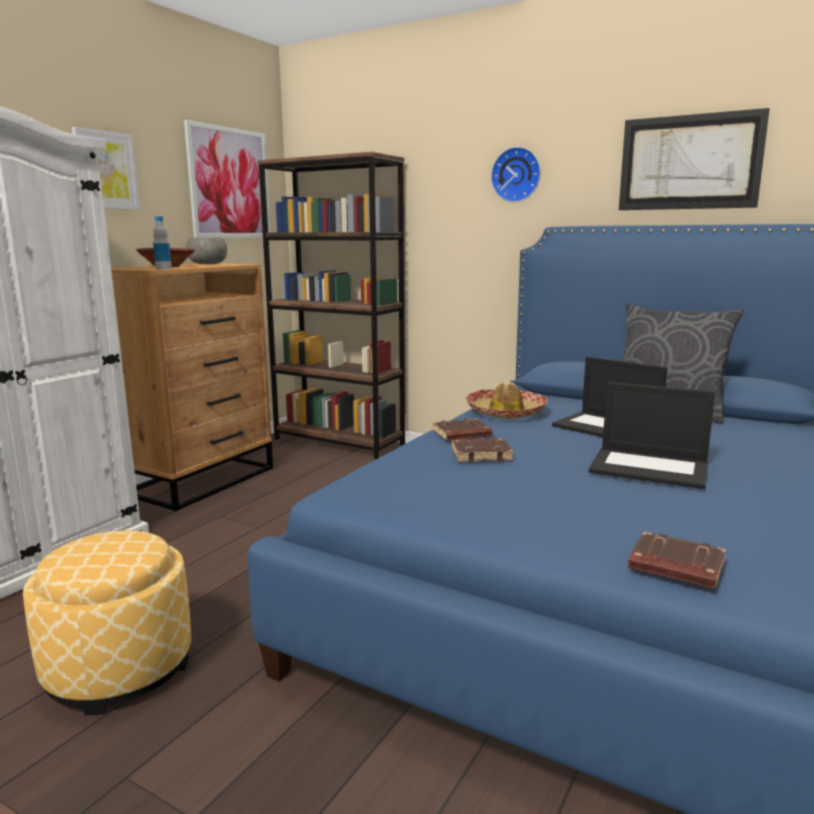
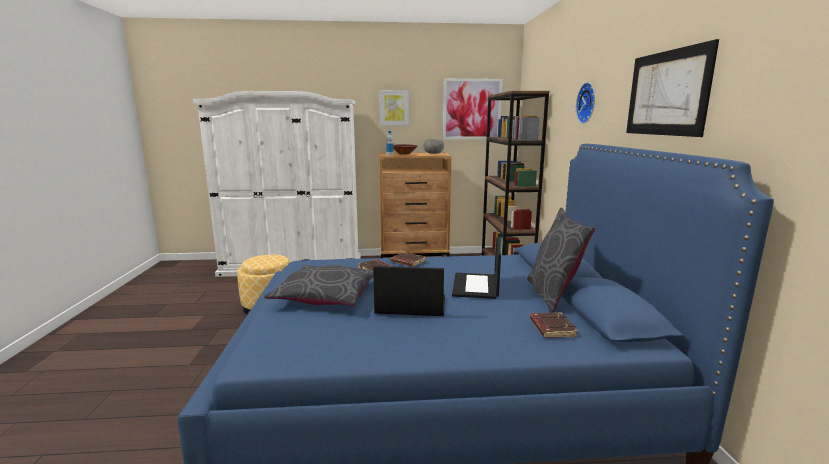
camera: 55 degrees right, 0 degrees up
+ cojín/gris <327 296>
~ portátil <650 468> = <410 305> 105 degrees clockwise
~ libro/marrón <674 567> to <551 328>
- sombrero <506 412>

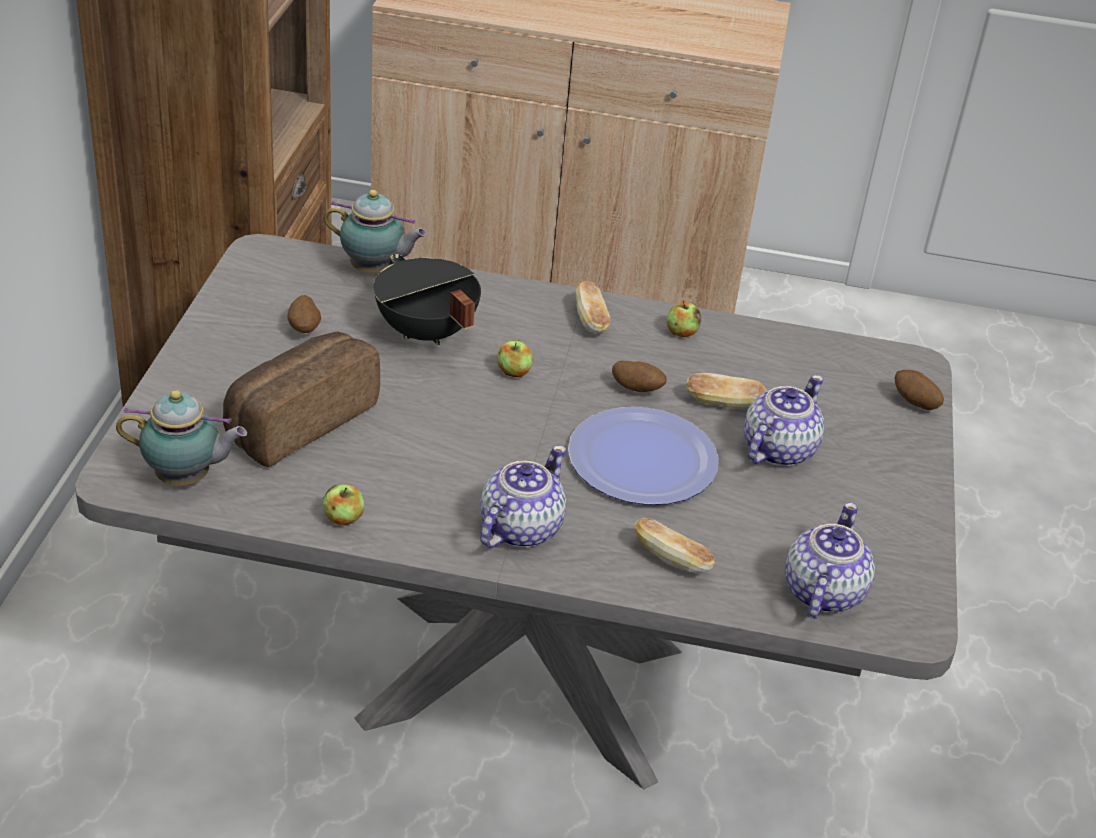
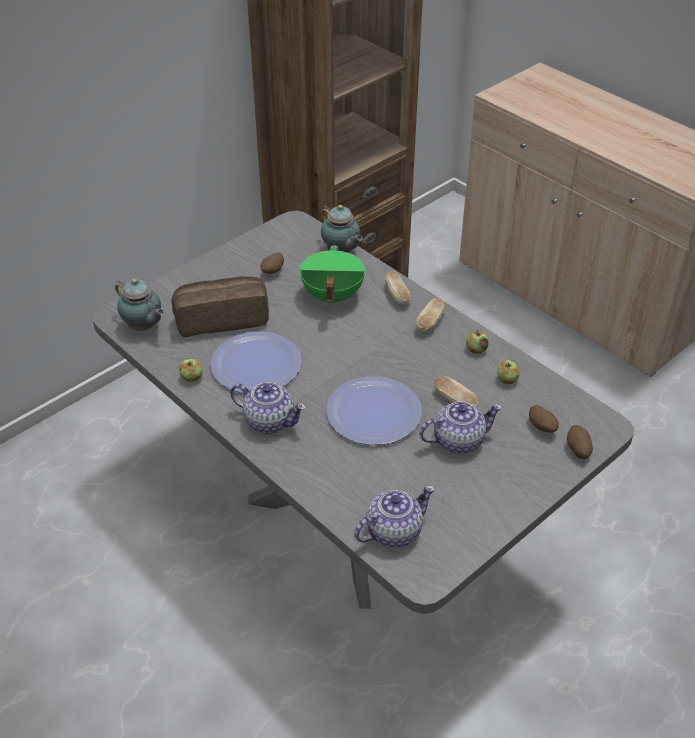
camera: 40 degrees right, 5 degrees up
+ plato <256 364>
~ tetera <519 528> = <269 420> 45 degrees clockwise
~ olla/negro <424 332> to olla/verde <331 296>
~ pan <671 559> to <397 295>
~ manzana <513 372> to <507 379>
~ patata <637 390> to <542 427>

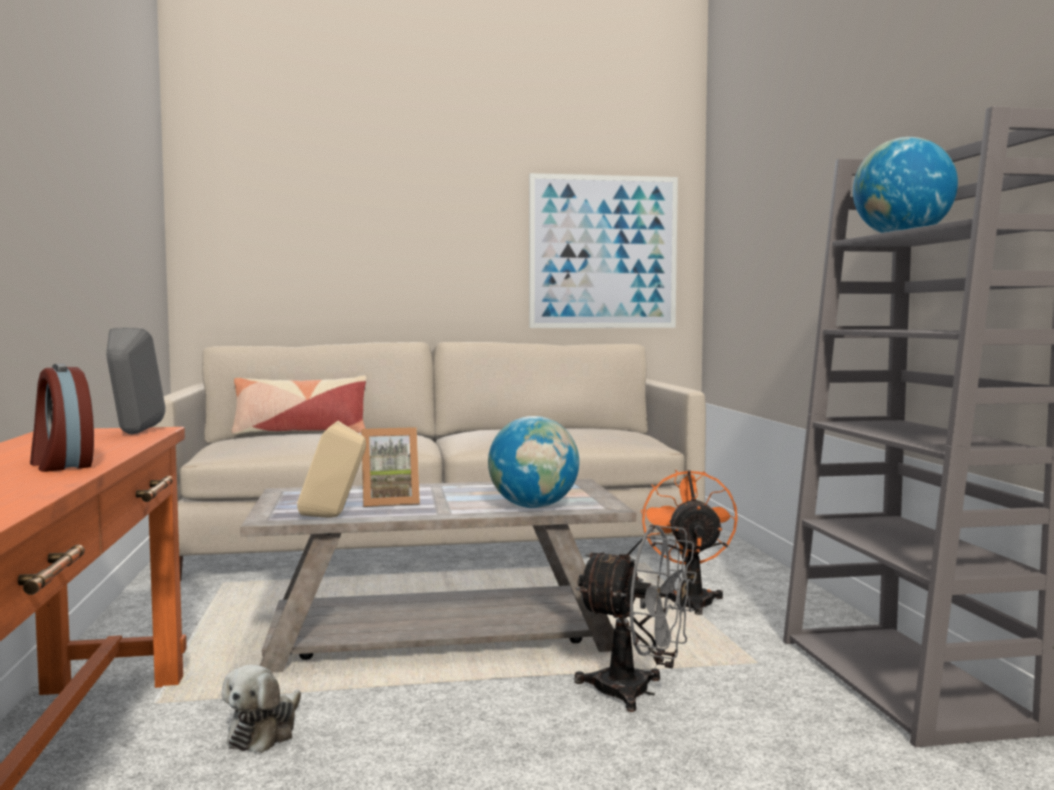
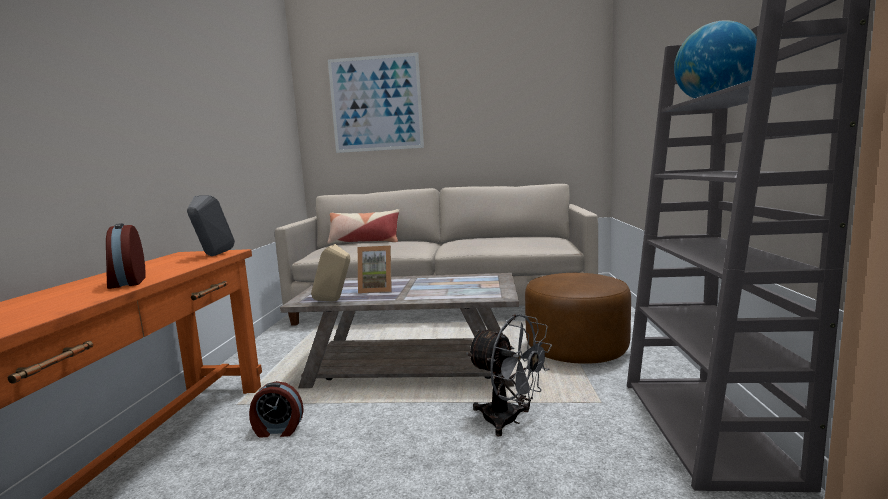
camera: 15 degrees right, 5 degrees up
~ peluche <264 732> to despertador <278 430>
~ cuadro <603 252> to <376 104>
~ ventilador/naranja <690 599> to puf/marrón <576 348>
- globo terráqueo <533 507>

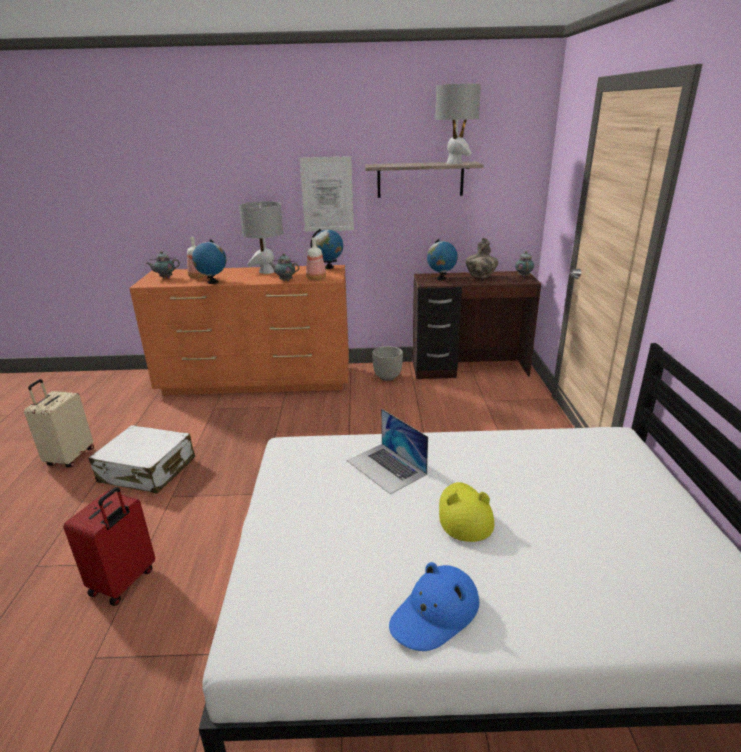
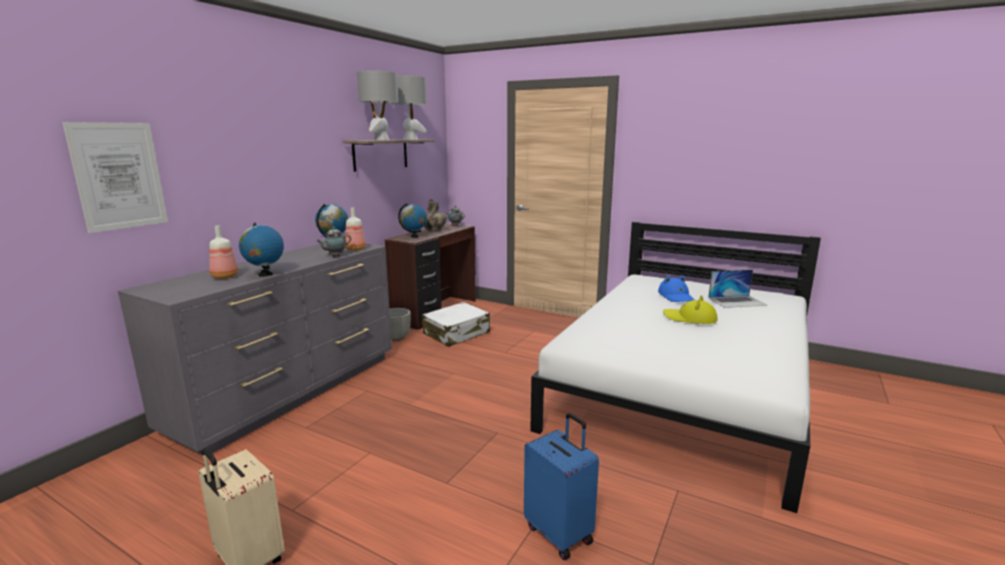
camera: 60 degrees left, 10 degrees down
~ cuadro <327 194> to <119 176>
~ cómoda/naranja <257 381> to cómoda/gris <291 391>
~ lámpara de mesa/gris <267 271> to <381 139>
~ maleta/blanco <147 470> to <457 333>
~ maleta/rojo <124 582> to maleta/azul <560 533>
~ sombrero/azul <435 614> to <676 296>
~ portátil <386 467> to <737 301>
- tetera <165 278>

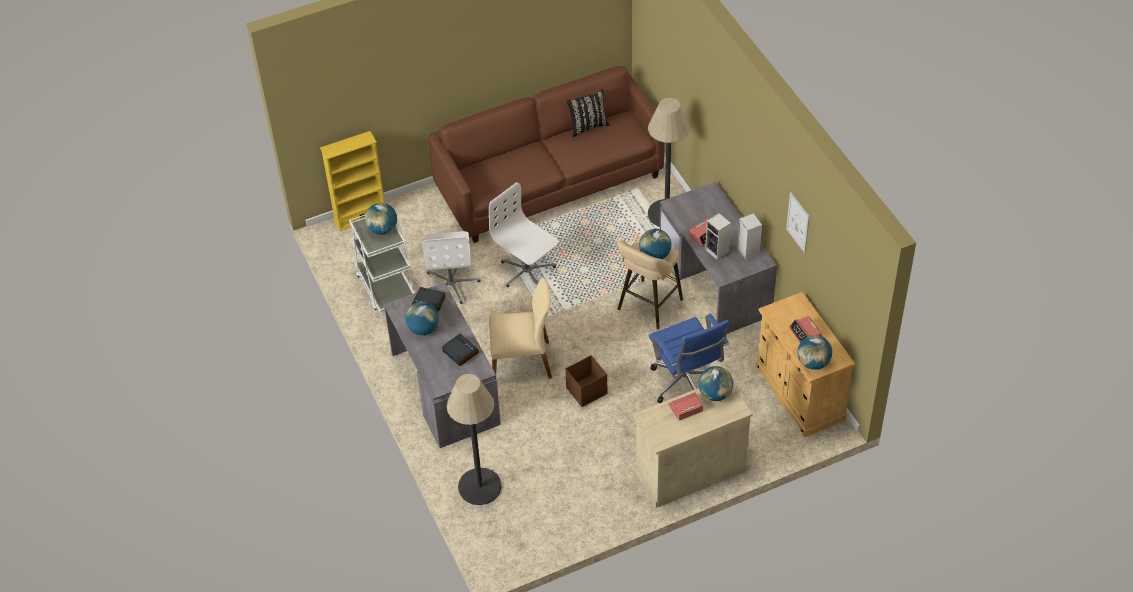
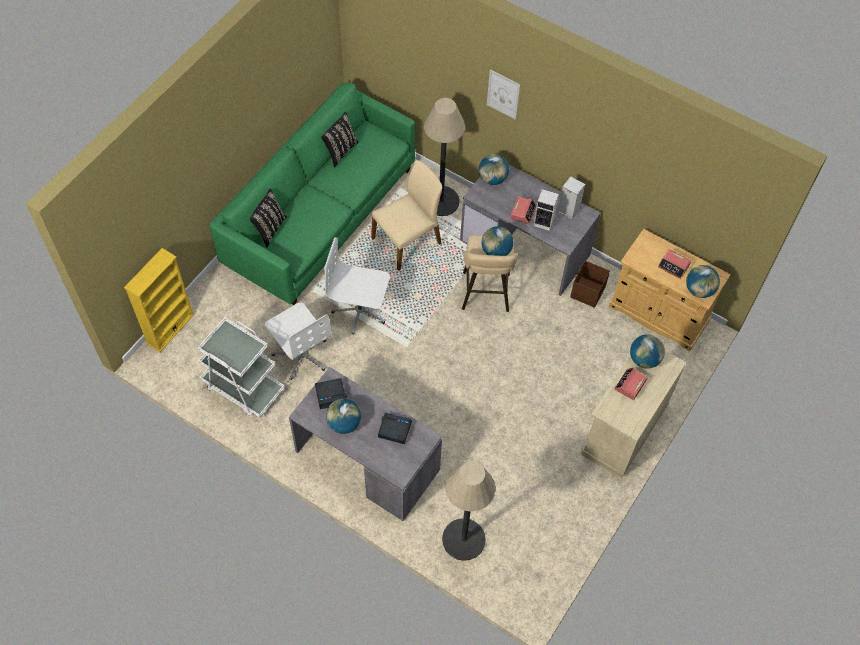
camera: 35 degrees left, 10 degrees up
~ sofá/marrón <549 182> to sofá/verde <320 216>
+ cojín/negro <269 229>
~ silla/beis <522 361> to <407 241>
~ globo terráqueo <382 229> to <493 179>
~ cuadro <798 222> to <503 94>
~ caja de almacenaje/marrón <586 391> to <587 292>
- silla de oficina/azul <686 385>

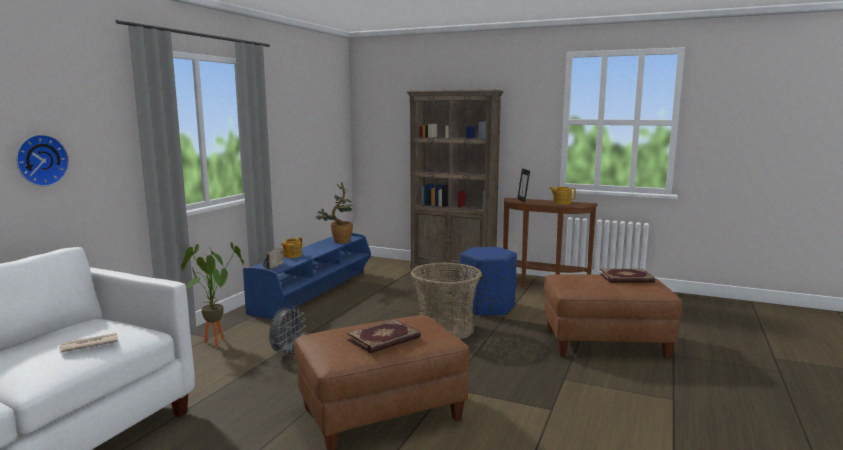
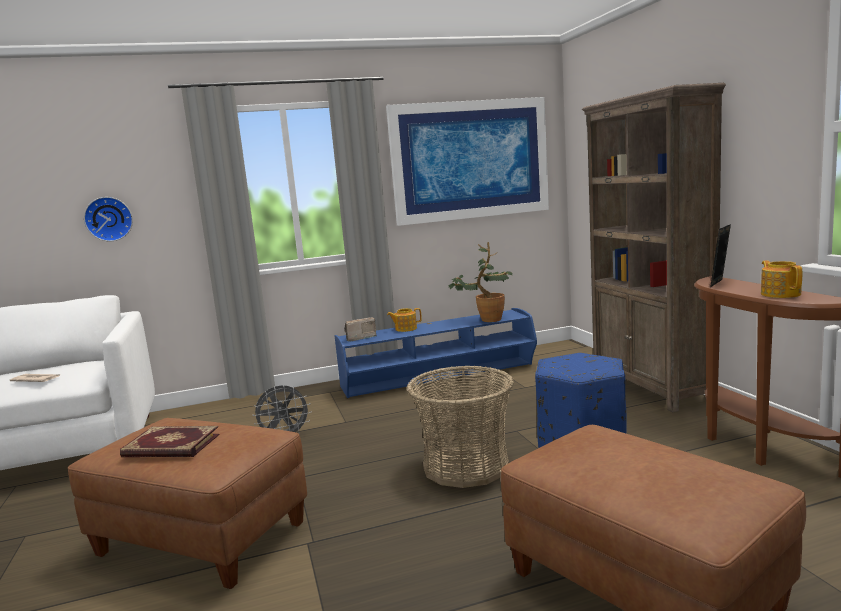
camera: 50 degrees right, 0 degrees up
+ cuadro <470 160>
- planta en maceta <215 340>
- libro <626 278>

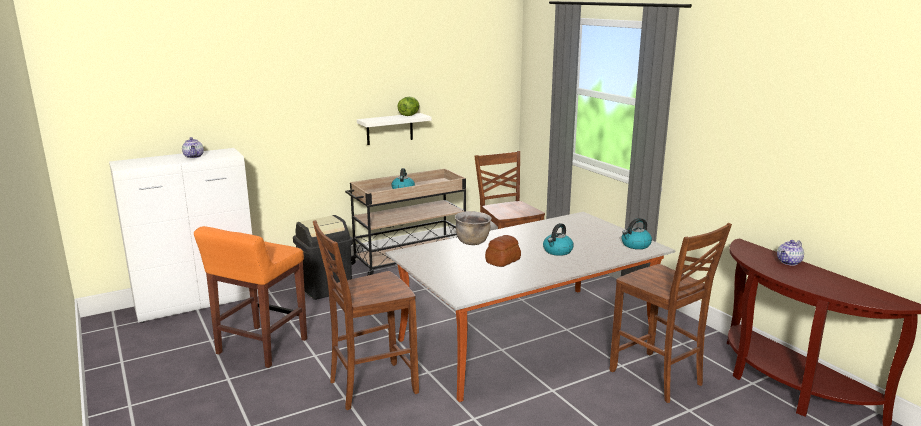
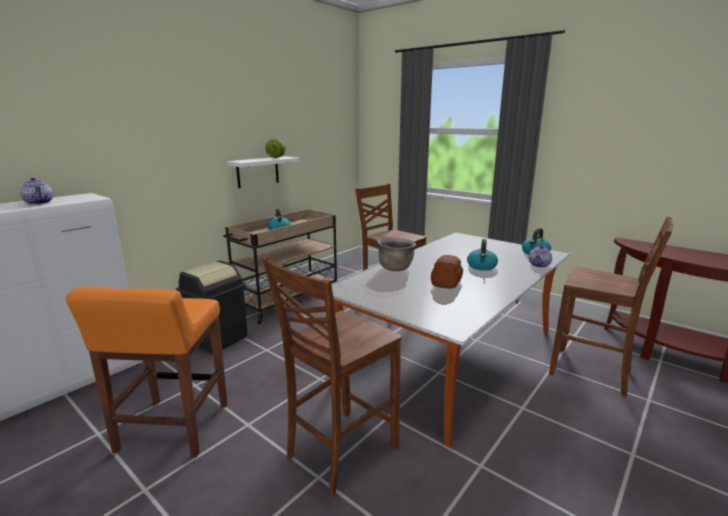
camera: 20 degrees left, 0 degrees up
~ tetera <789 262> to <539 265>

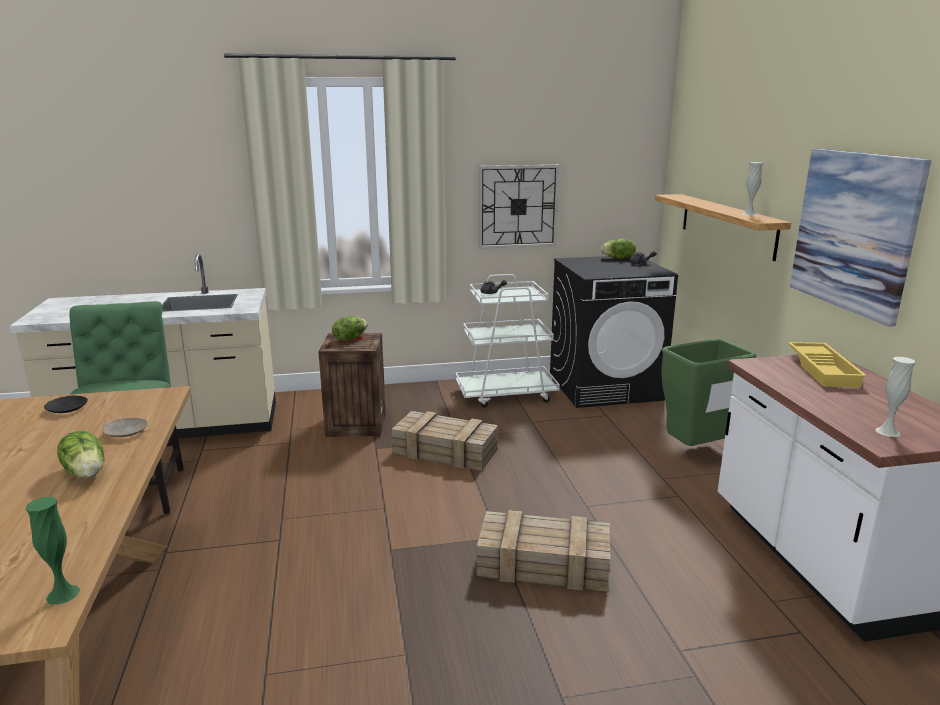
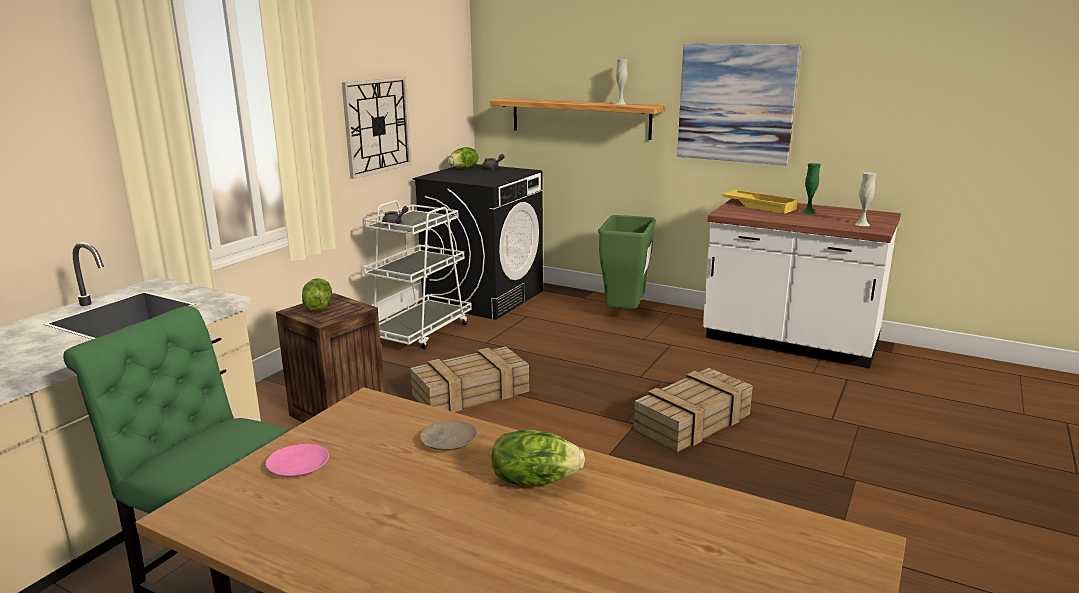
camera: 50 degrees left, 0 degrees up
~ plato/negro <67 408> to plato/rosa <297 467>
~ florero/verde <63 594> to <808 212>

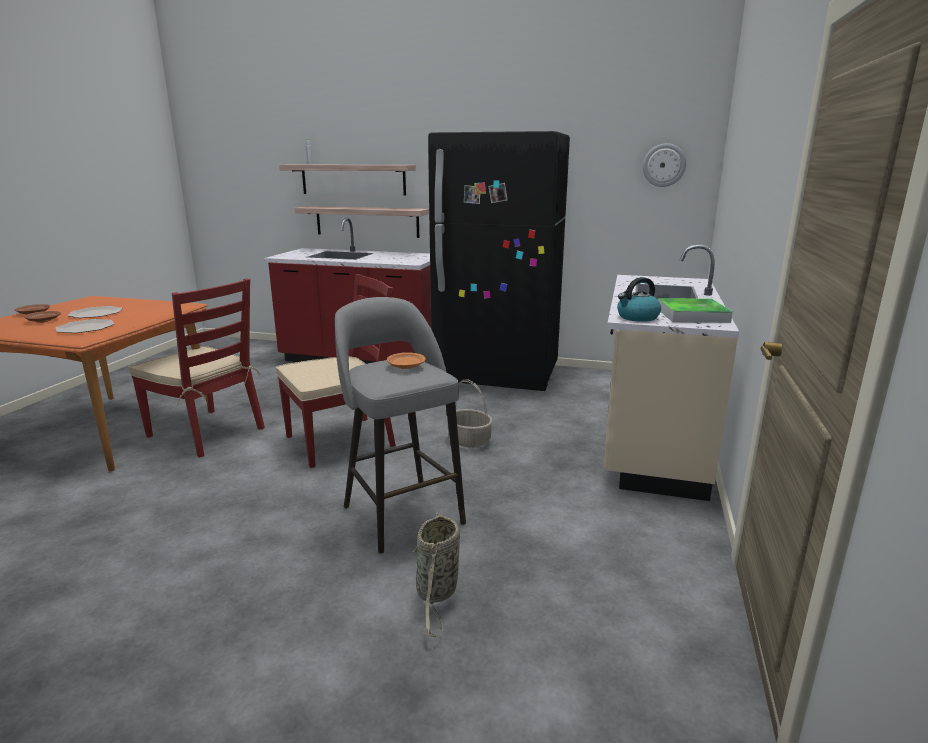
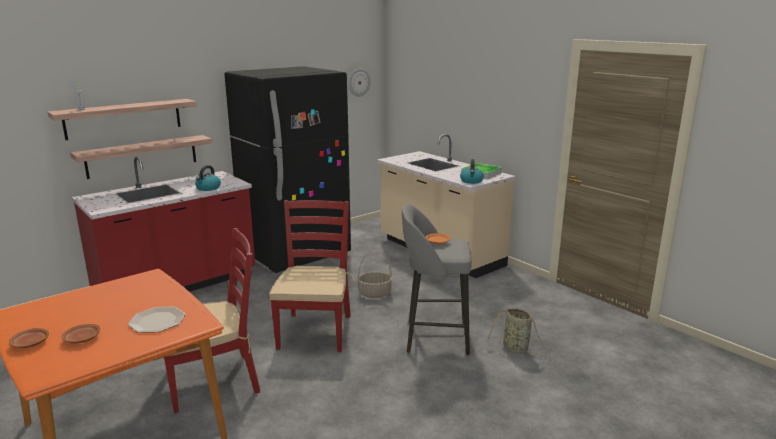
camera: 55 degrees left, 0 degrees up
+ hervidor <208 188>
- plato <95 313>

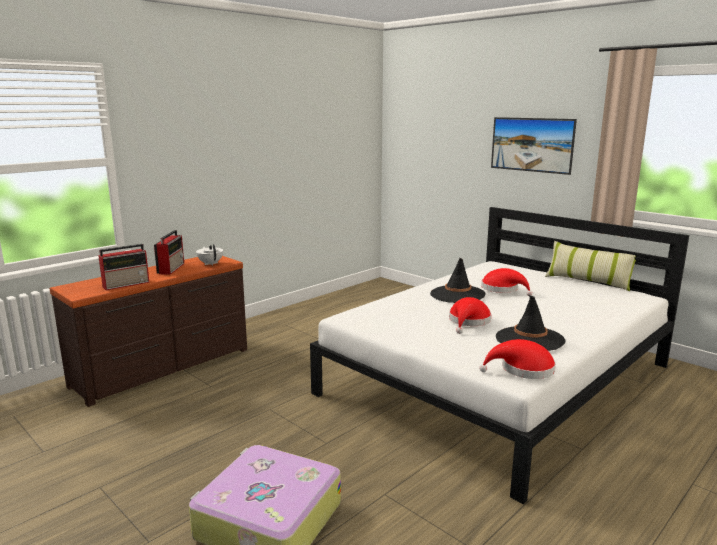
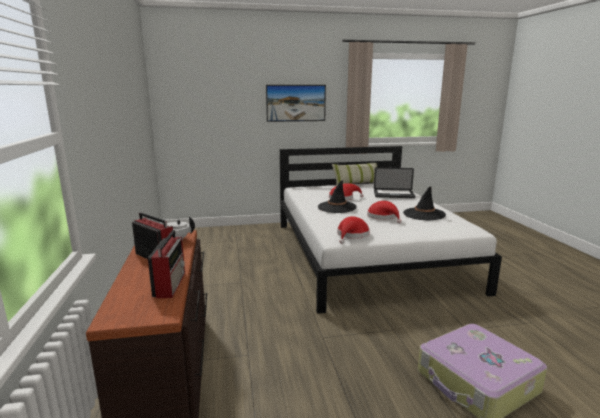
camera: 55 degrees left, 0 degrees up
~ sombrero/rojo <523 369> to <352 235>
+ portátil <393 195>

